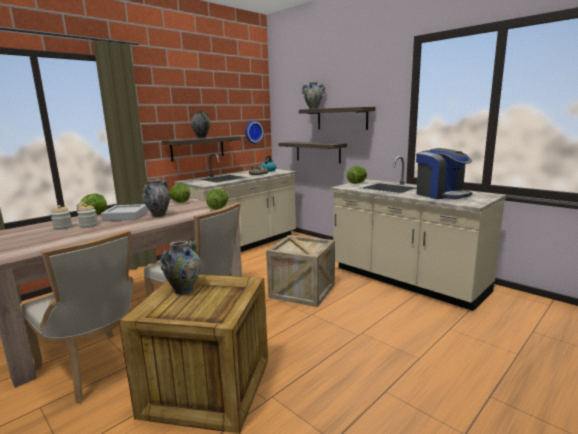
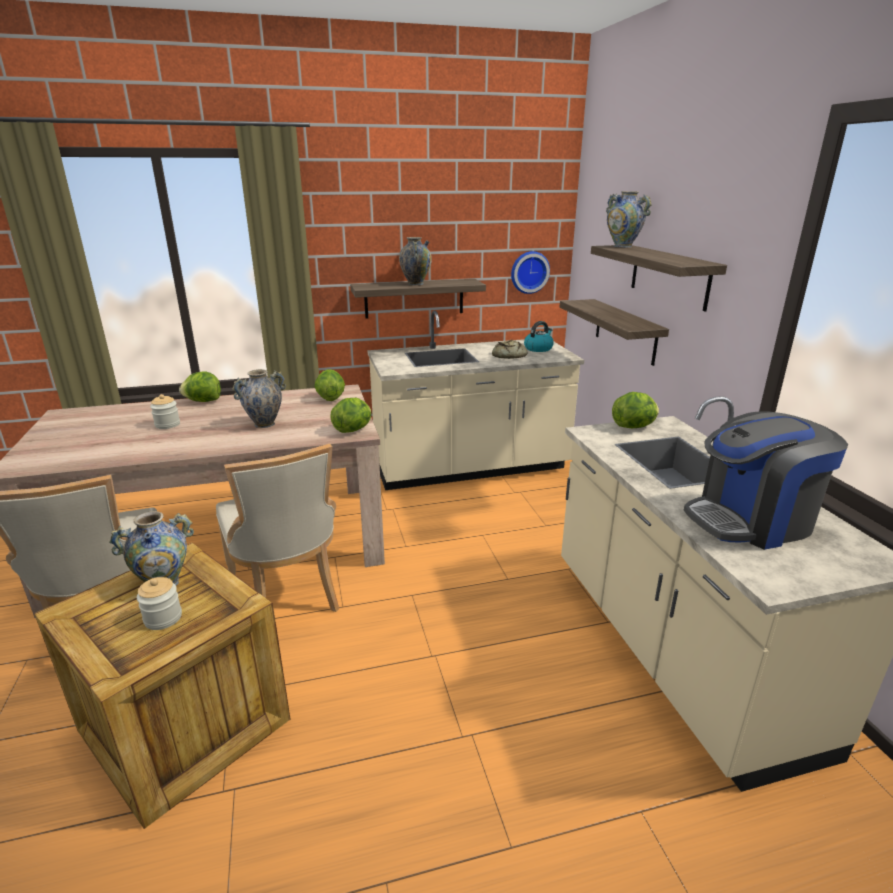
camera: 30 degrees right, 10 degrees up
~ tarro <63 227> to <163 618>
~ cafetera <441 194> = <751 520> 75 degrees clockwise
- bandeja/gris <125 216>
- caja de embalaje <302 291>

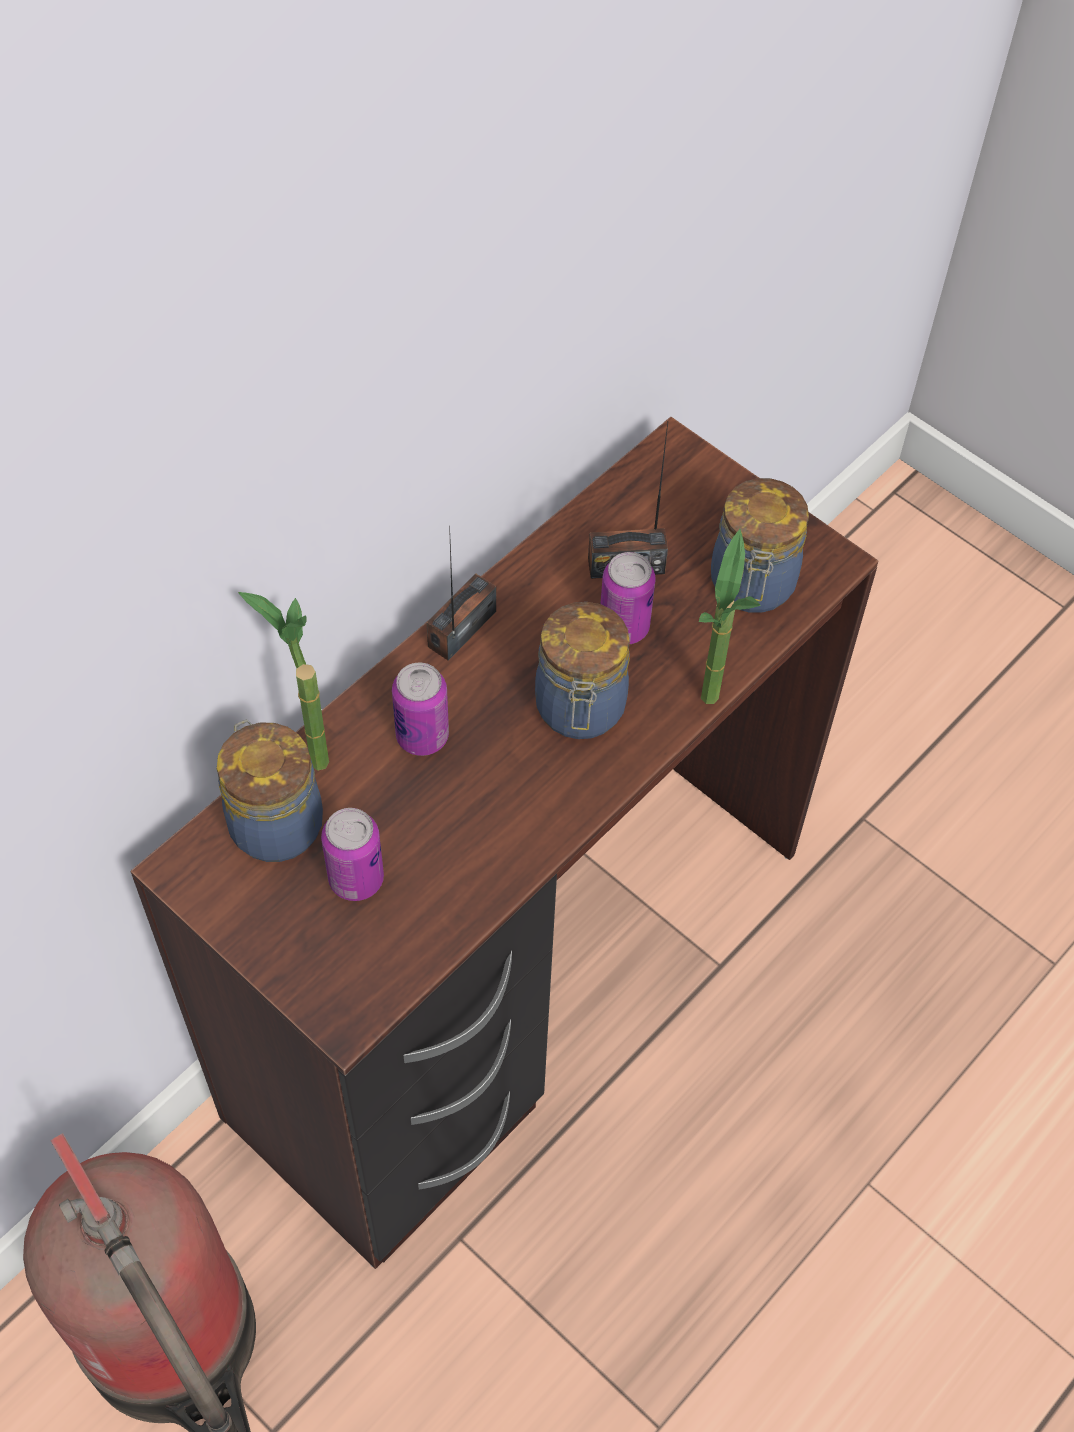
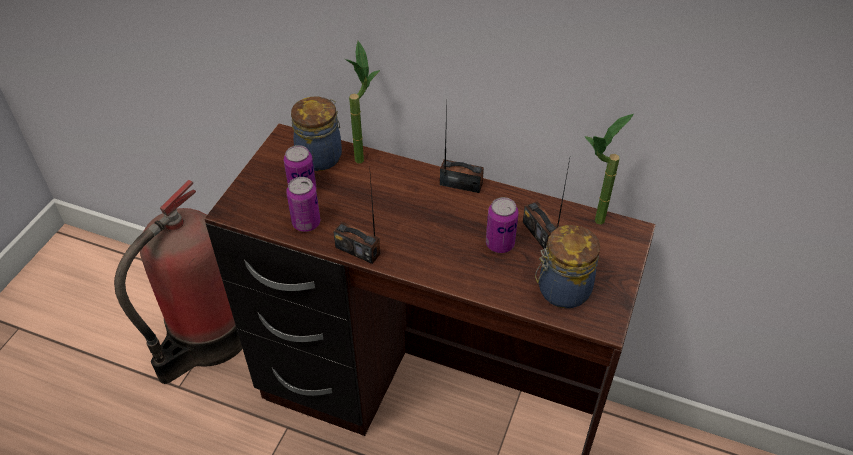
camera: 70 degrees right, 10 degrees down
~ lata <422 736> to <306 223>
+ radio <358 250>
~ planta en maceta <711 713> to <590 224>
- tarro <580 710>

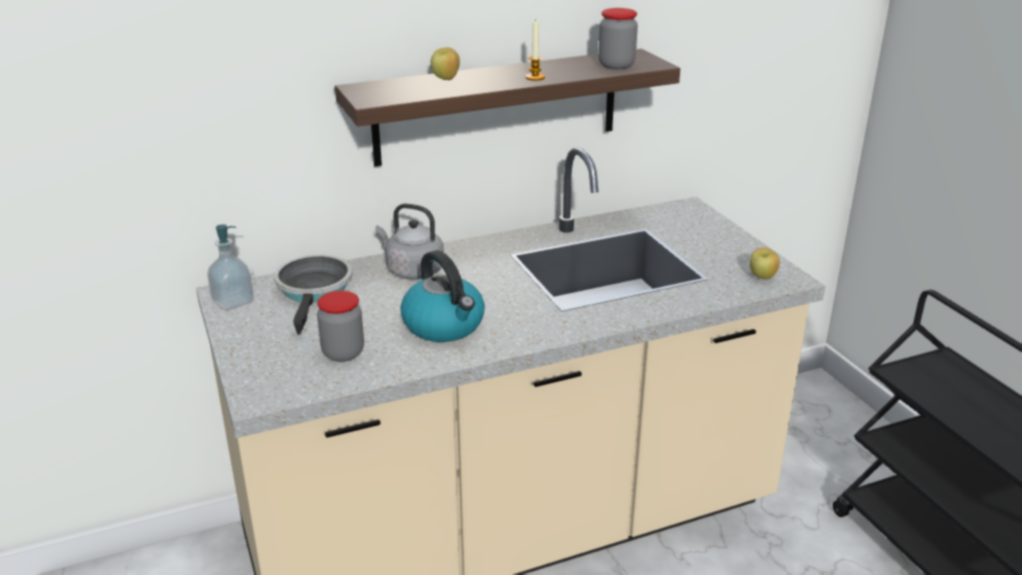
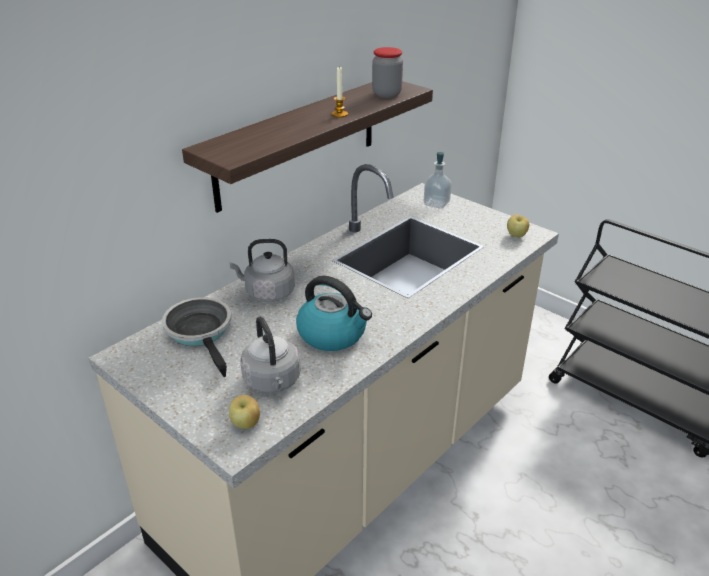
camera: 25 degrees left, 5 degrees up
~ manzana <446 79> to <246 424>
~ tarro <343 353> to hervidor/gris <273 382>
~ dispensador de jabón <233 301> to <436 203>

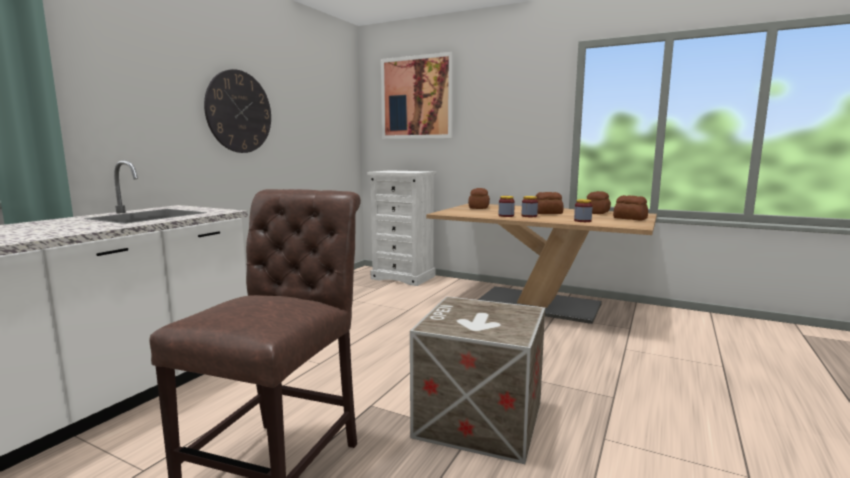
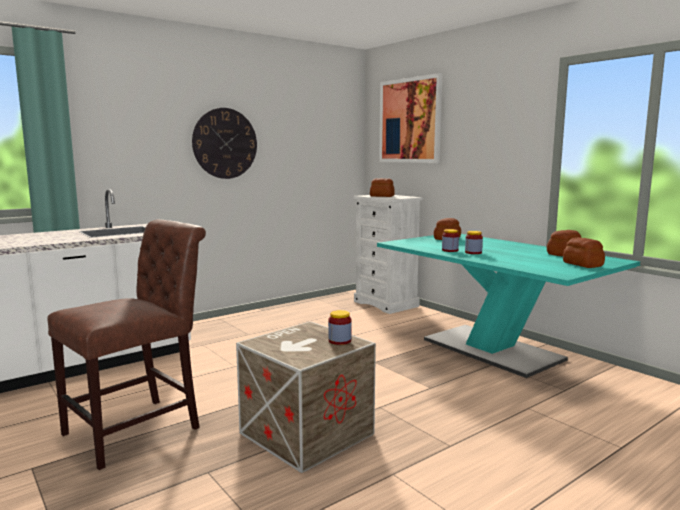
camera: 25 degrees right, 0 degrees up
~ tarro <582 221> to <339 341>
~ pan <548 213> to <382 196>
~ mesa de comedor/marrón <538 304> to mesa de comedor/turquesa <491 349>

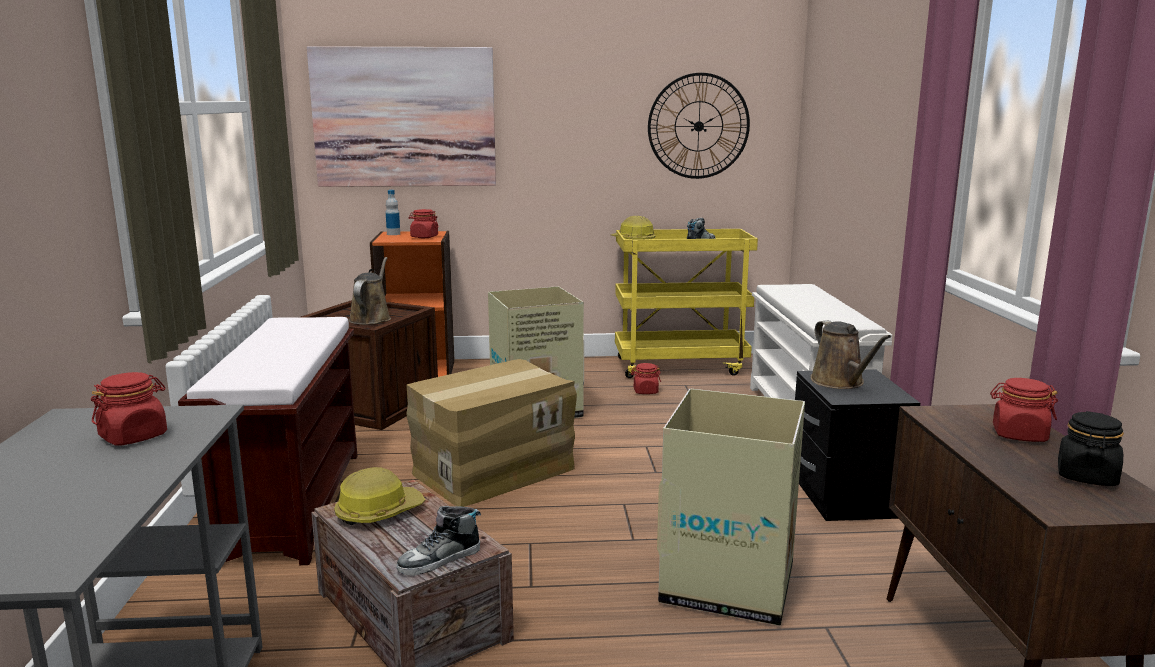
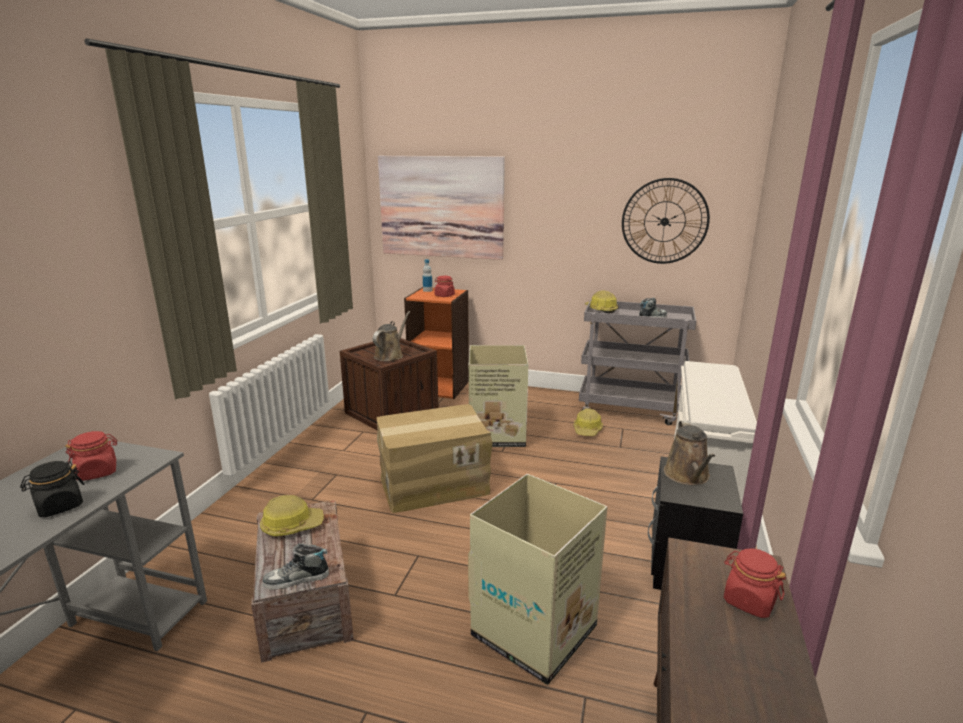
camera: 20 degrees right, 5 degrees up
~ tarro/negro <1086 476> to <59 506>
~ tarro/rojo <645 391> to casco <587 430>
~ carrito/amarillo <680 366> to carrito/gris <630 409>
- banco/marrón <292 503>

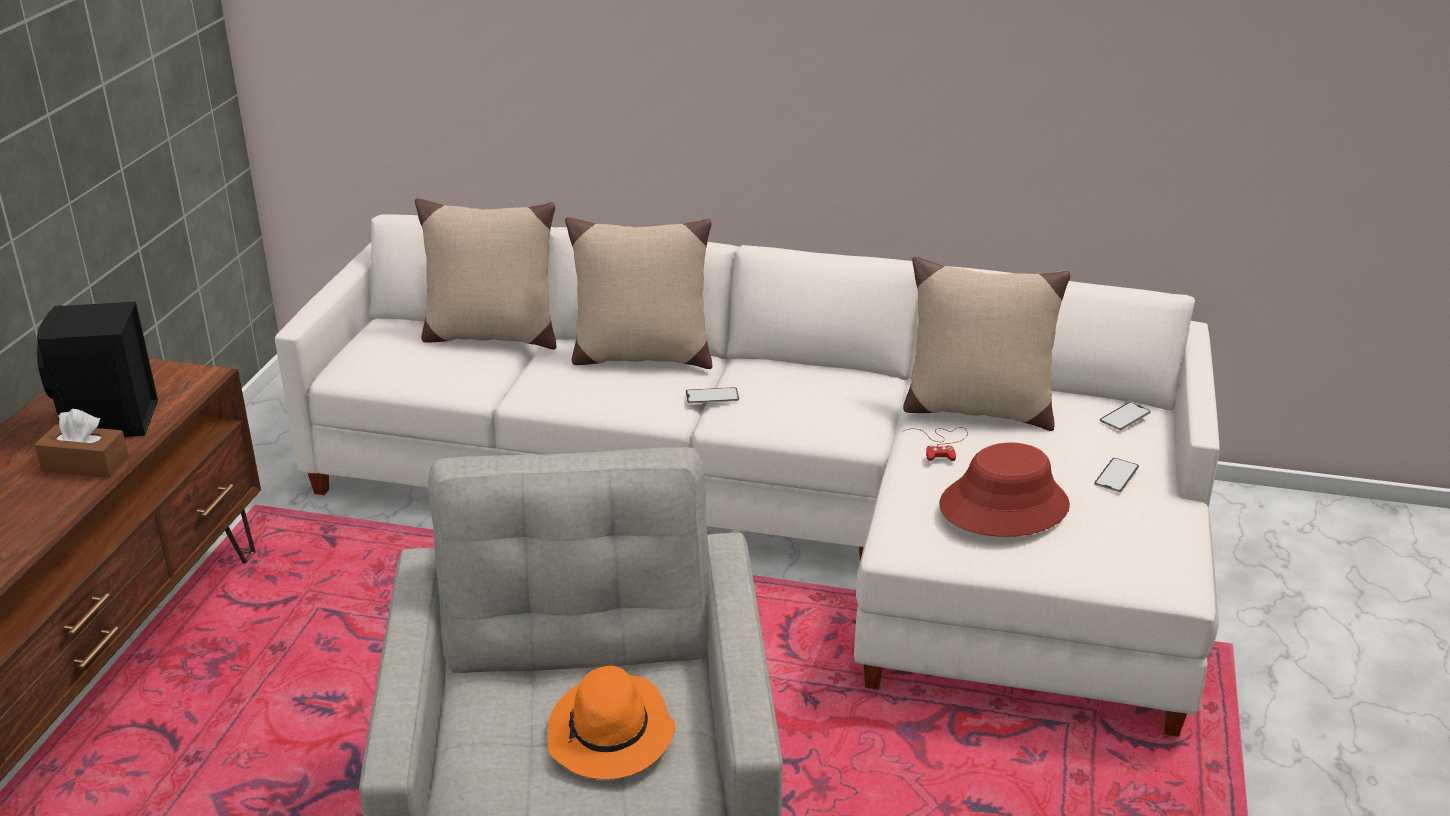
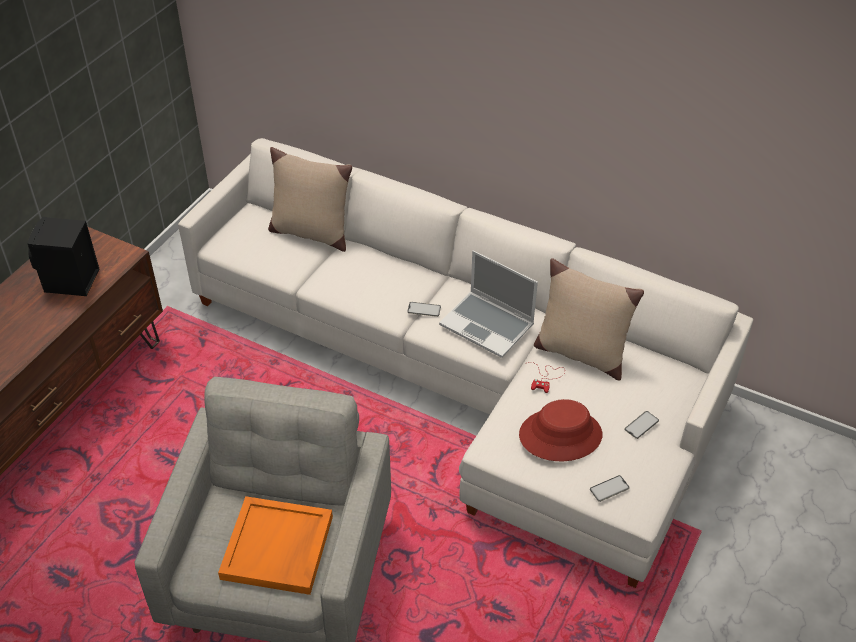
camera: 15 degrees right, 15 degrees up
~ sombrero/naranja <611 735> to bandeja/naranja <278 548>
+ portátil <488 325>
~ móvil <1125 416> to <609 488>
- caja de pañuelos/marrón <85 464>
- cojín/beis <641 356>

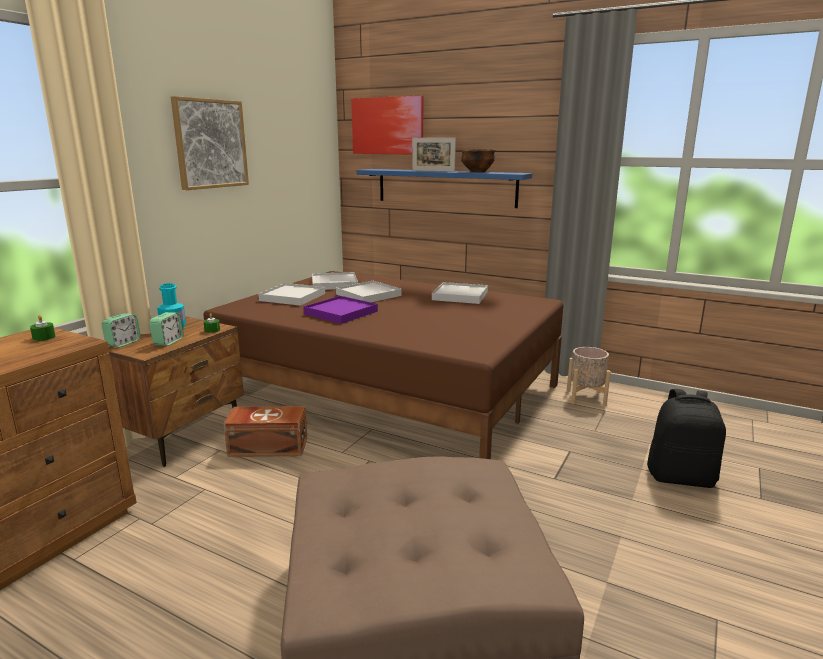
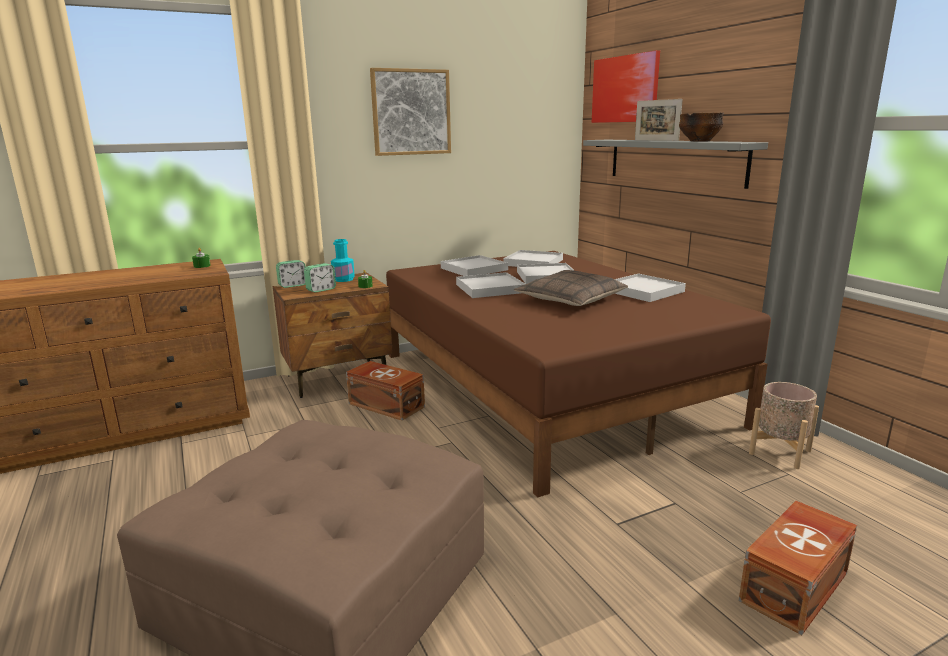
camera: 35 degrees right, 0 degrees up
~ bandeja/morado <340 313> to bandeja/blanco <490 288>
+ cojín <570 300>
~ estante/azul <445 187> to estante/gris <674 161>
~ mochila/negro <681 477> to caja de almacenaje/marrón <796 586>

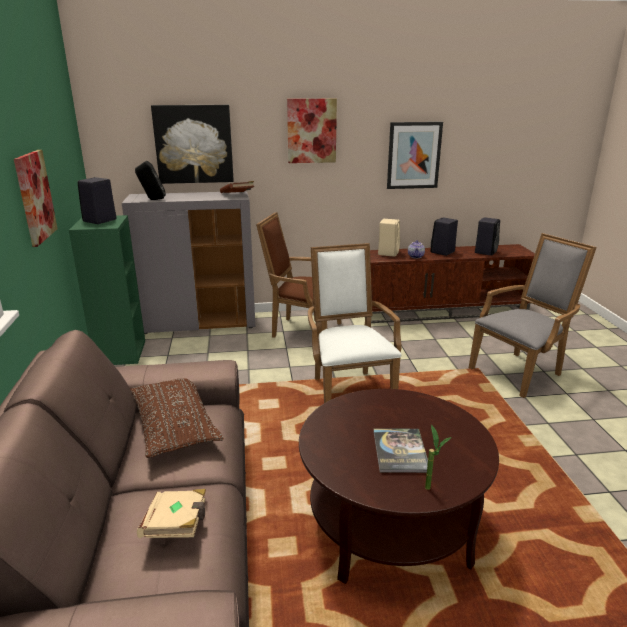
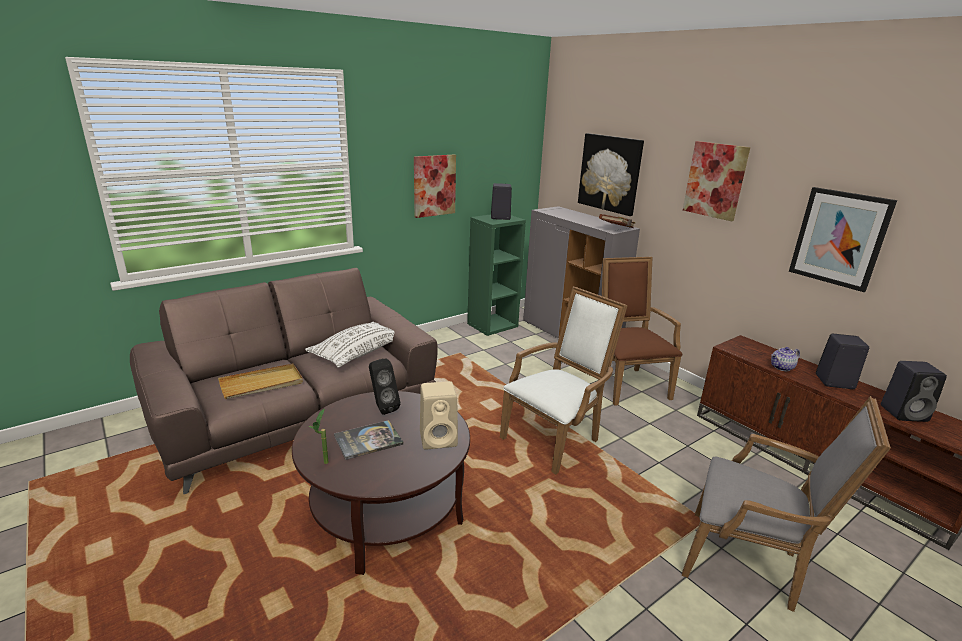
camera: 60 degrees right, 0 degrees up
~ libro/beis <177 525> to bandeja/beis <262 384>
~ cojín/marrón <174 425> to cojín/blanco <358 353>
~ altavoz/negro <152 199> to <382 407>
~ altavoz/beis <388 253> to <439 438>

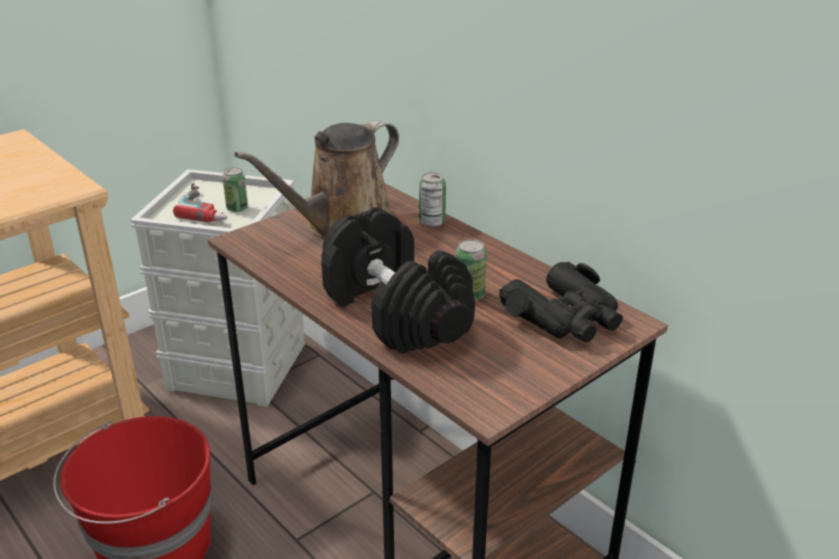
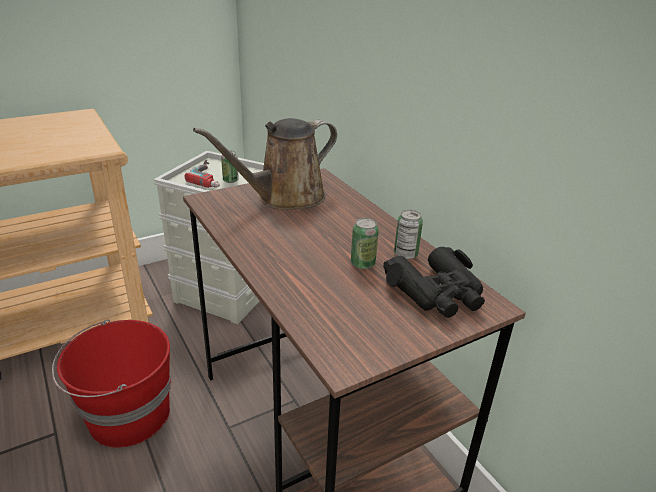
camera: 10 degrees right, 0 degrees up
~ lata <432 222> to <405 254>
- mancuerna/negro <393 311>

